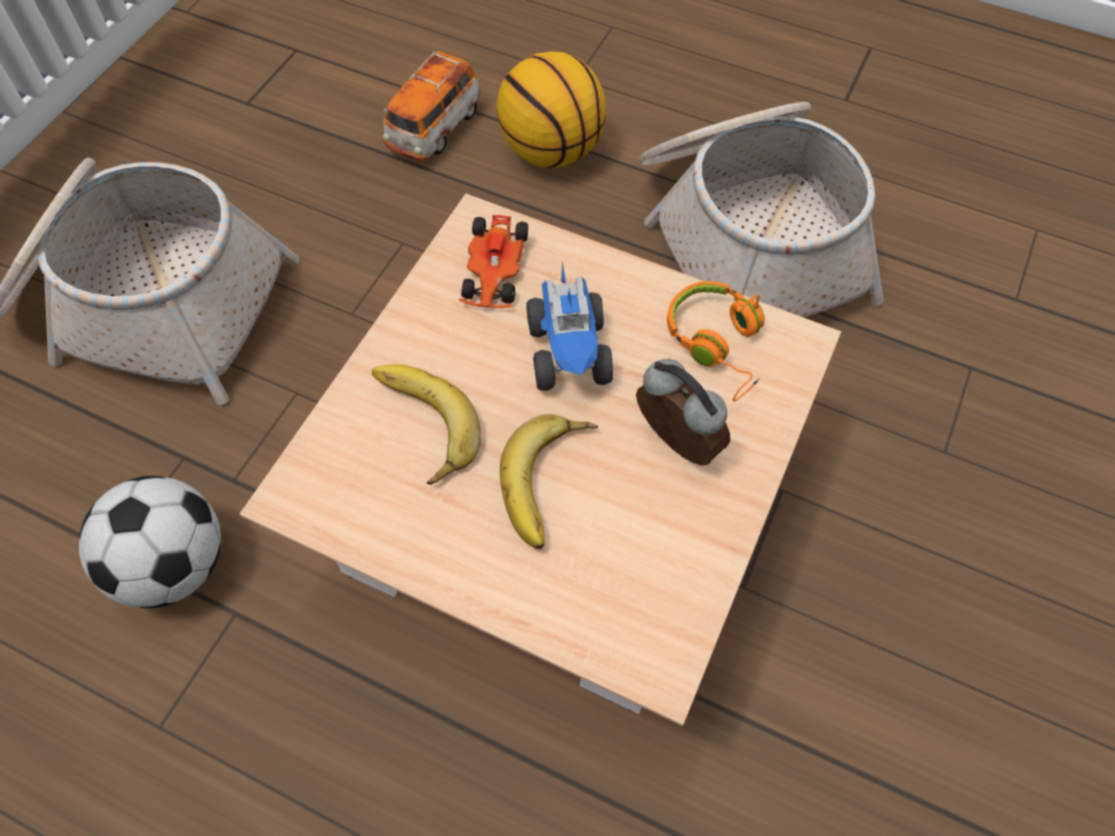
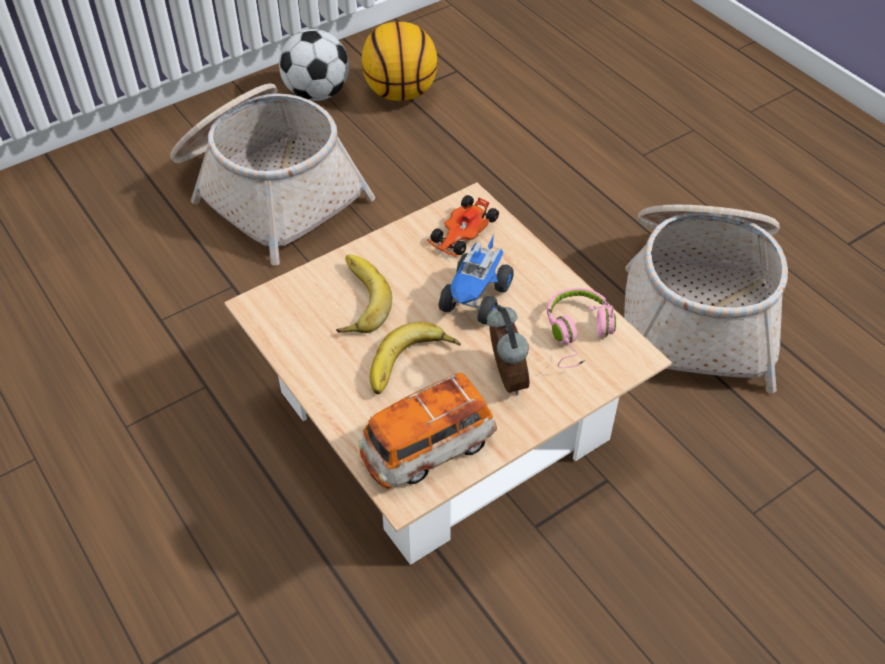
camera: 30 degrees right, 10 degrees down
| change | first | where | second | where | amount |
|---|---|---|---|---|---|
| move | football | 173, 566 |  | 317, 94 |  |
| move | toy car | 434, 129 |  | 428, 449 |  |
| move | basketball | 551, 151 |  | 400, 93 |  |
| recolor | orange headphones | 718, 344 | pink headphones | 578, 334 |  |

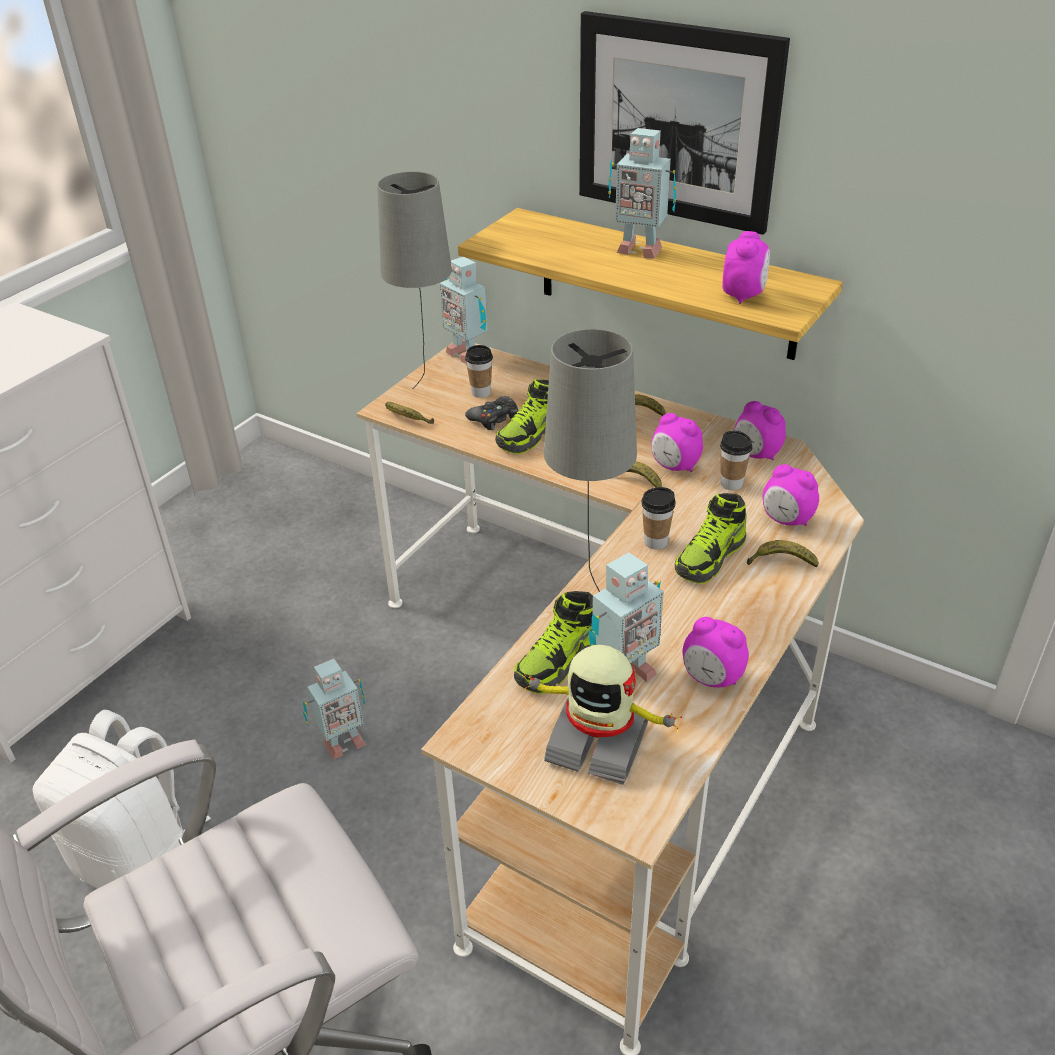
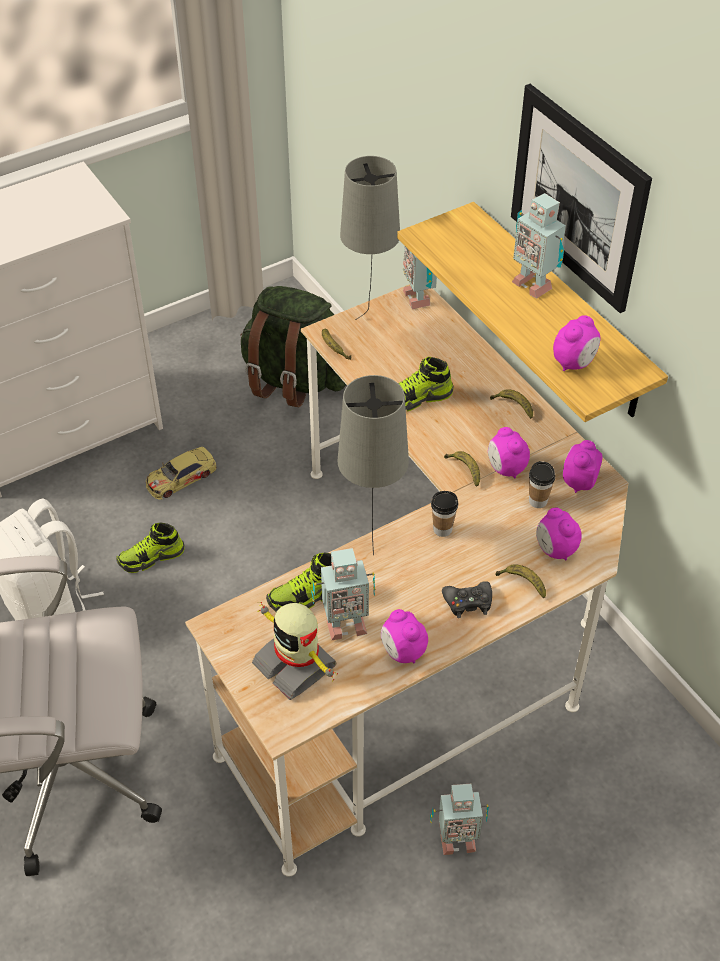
camera: 25 degrees right, 10 degrees up
| change | first | where | second | where | amount |
|---|---|---|---|---|---|
| move | shoe | 710, 558 |  | 151, 558 |  |
| insert |  |  | toy car | 181, 477 |  |
| insert |  |  | green backpack | 295, 380 |  |
| move | toy robot | 342, 743 |  | 456, 840 |  |
| move | black game controller | 494, 419 |  | 468, 602 |  |
| rotate | alarm clock | 756, 454 |  | 578, 482 | 45 degrees clockwise |
| delete | cup | 481, 392 |  |  |  |

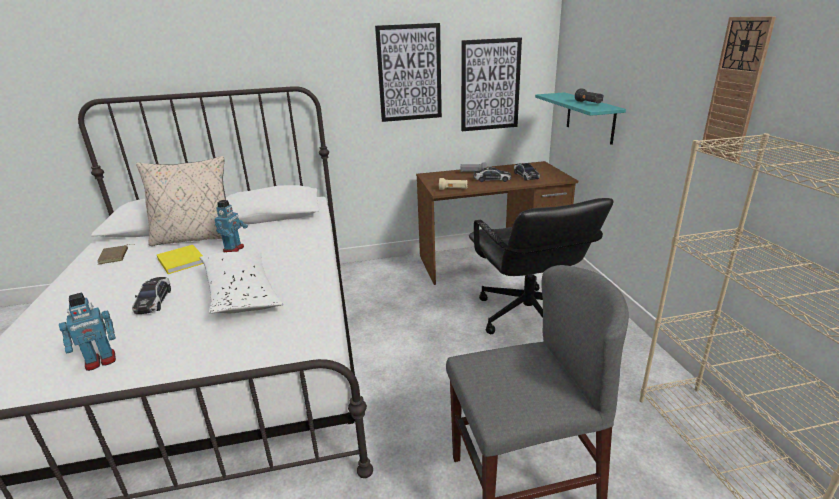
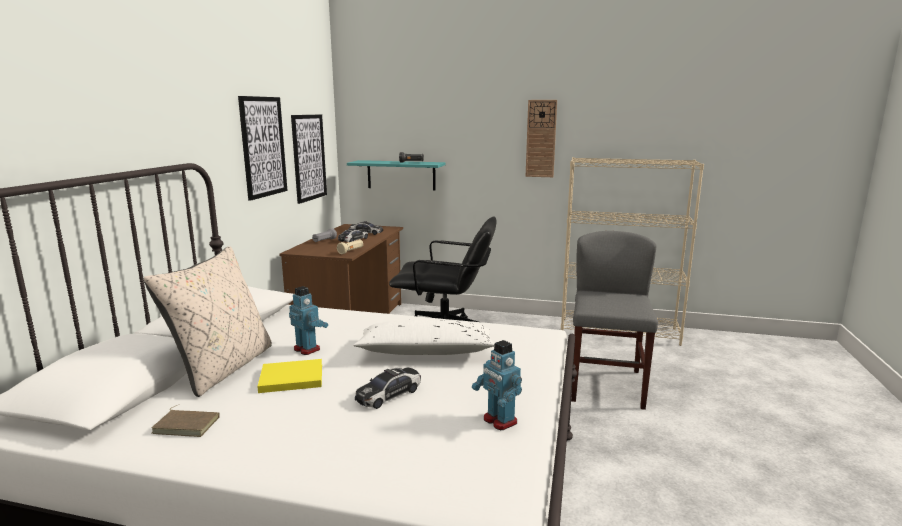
camera: 65 degrees left, 10 degrees down
| change | first | where | second | where | amount |
|---|---|---|---|---|---|
| rotate | toy car | 154, 301 |  | 389, 394 | 120 degrees clockwise |
| rotate | toy robot | 100, 361 |  | 499, 421 | 150 degrees clockwise |

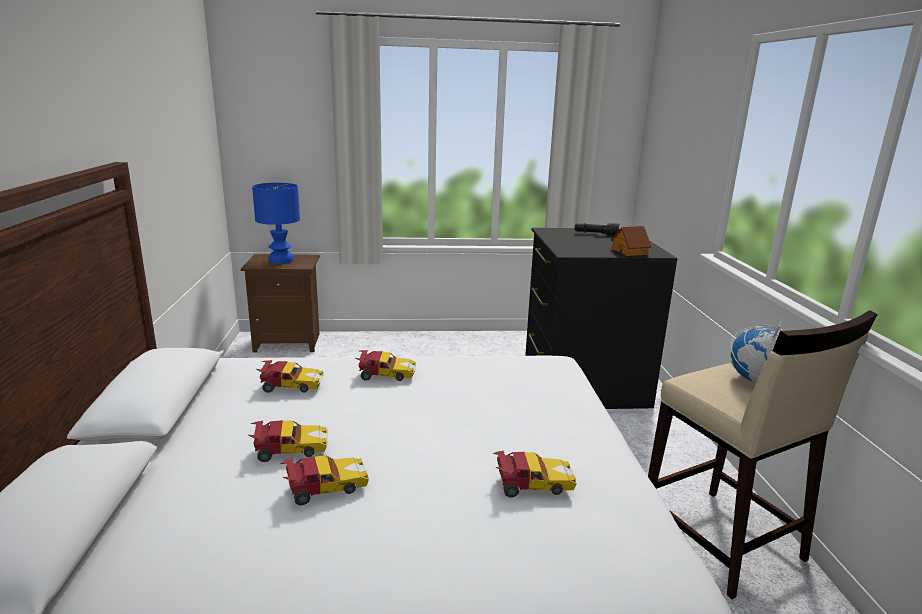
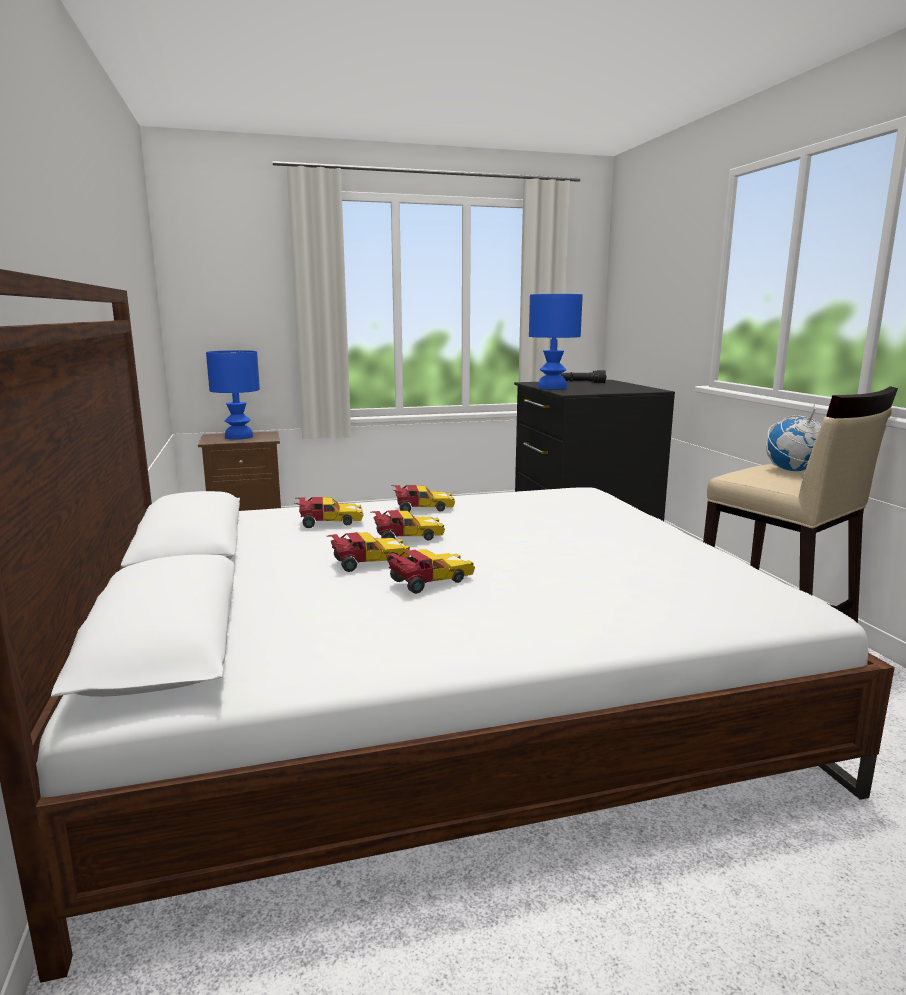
camera: 10 degrees left, 5 degrees down
| change | first | where | second | where | amount |
|---|---|---|---|---|---|
| move | toy car | 531, 484 |  | 406, 537 |  |
| insert |  |  | blue table lamp | 552, 387 |  |
| delete | toy house | 630, 252 |  |  |  |

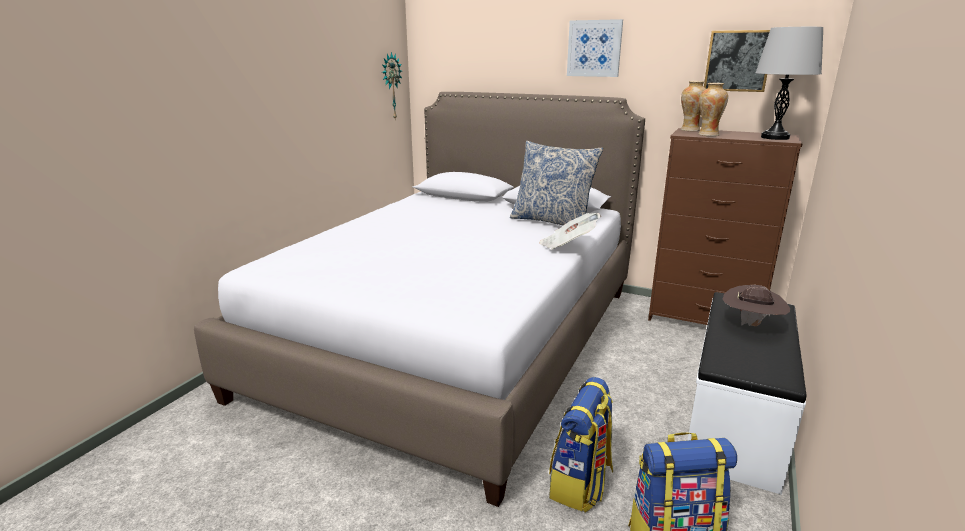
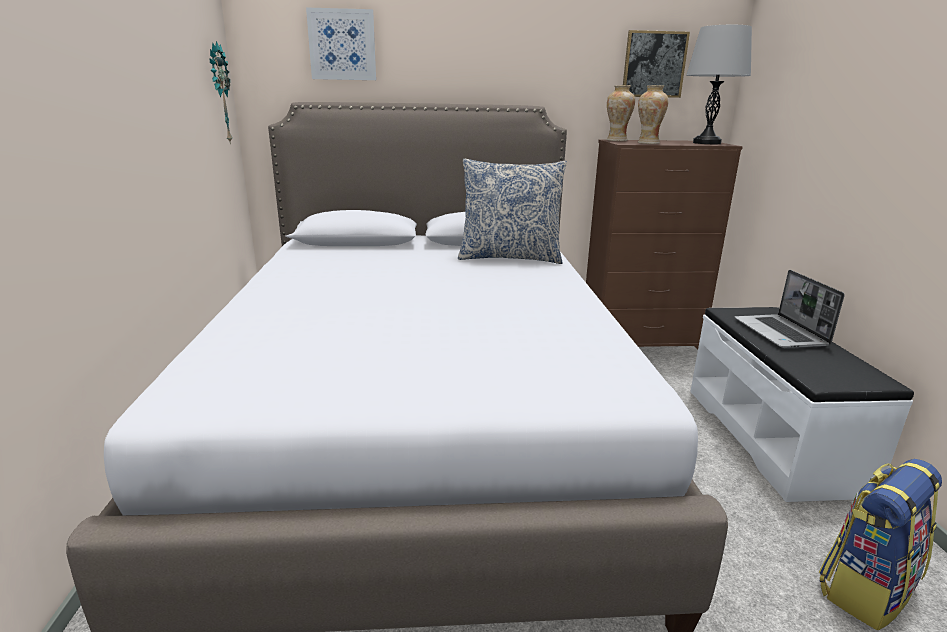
camera: 30 degrees left, 0 degrees up
| change | first | where | second | where | amount |
|---|---|---|---|---|---|
| move | picture | 594, 48 |  | 342, 45 |  |
| replace | brown hat | 751, 324 | laptop | 781, 333 |  |
| delete | newspaper | 567, 245 |  |  |  |
| delete | backpack | 581, 484 |  |  |  |

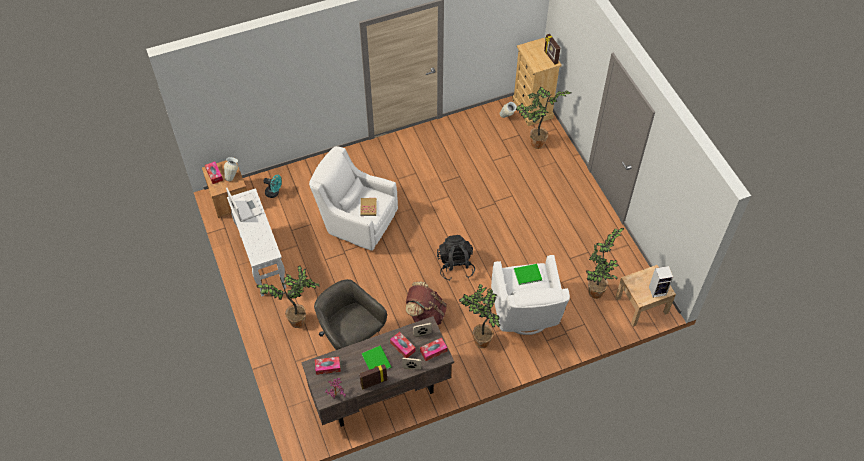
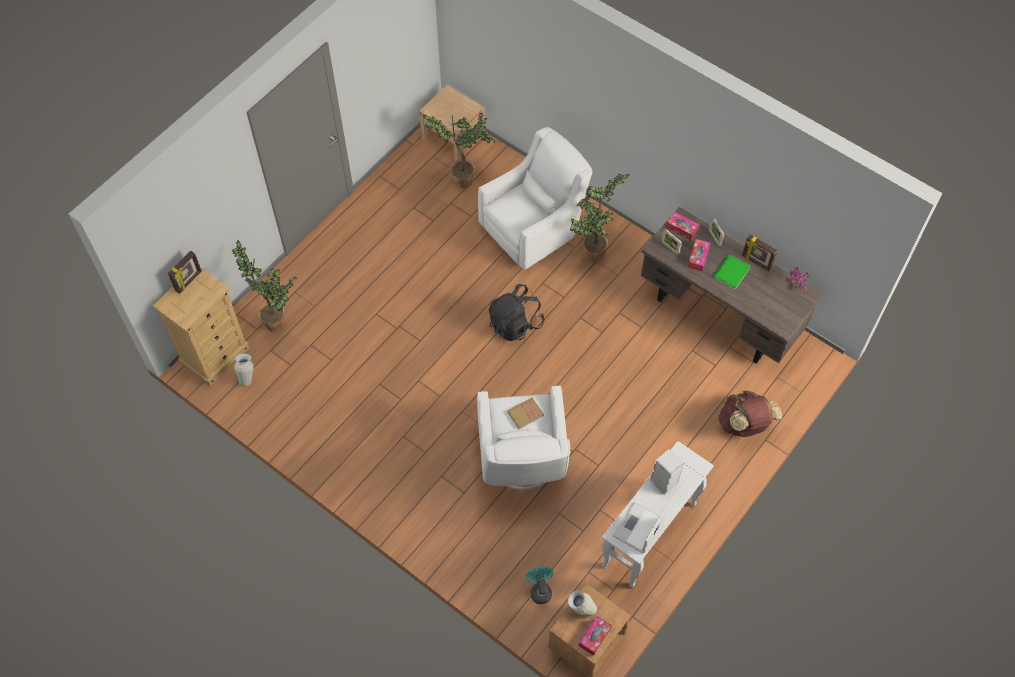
camera: 120 degrees left, 5 degrees up
| change | first | where | second | where | amount |
|---|---|---|---|---|---|
| move | speaker | 658, 290 |  | 662, 481 |  |
| move | brown backpack | 425, 315 |  | 744, 425 |  |
| delete | potted plant | 299, 320 |  |  |  |
| delete | grey office chair | 351, 343 |  |  |  |
| delete | tissue box | 328, 367 |  |  |  |
| delete | green book | 526, 274 |  |  |  |

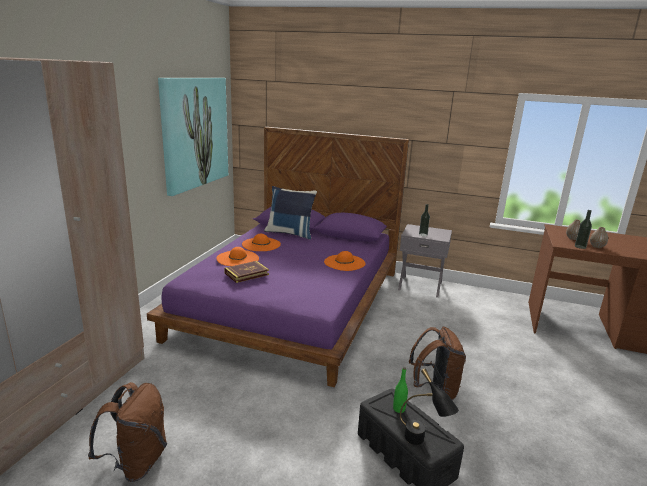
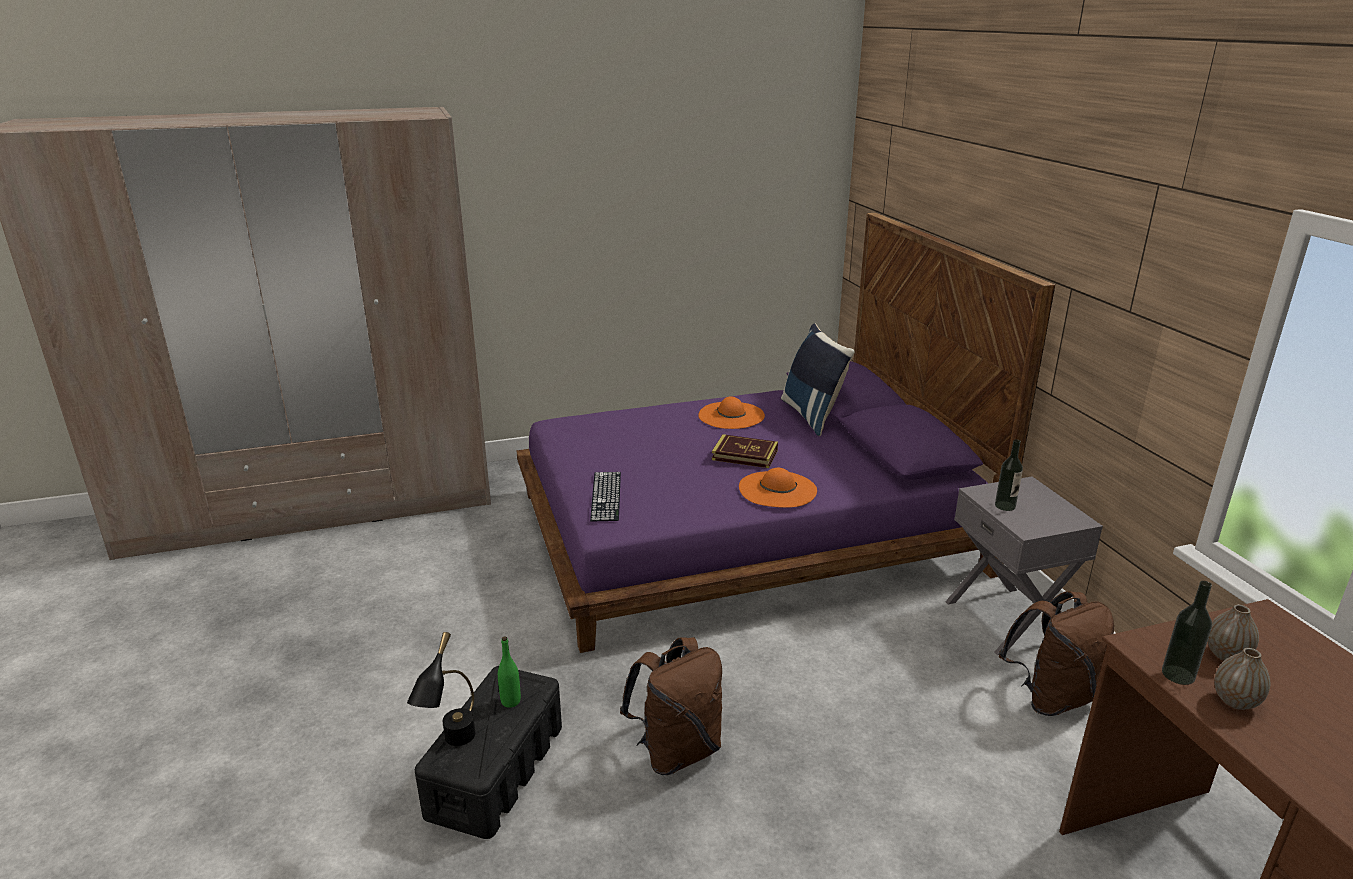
camera: 55 degrees right, 5 degrees up
| change | first | where | second | where | amount |
|---|---|---|---|---|---|
| insert |  |  | keyboard | 606, 496 |  |
| move | book | 246, 274 |  | 744, 455 |  |
| move | brown backpack | 136, 462 |  | 1051, 697 |  |
| delete | picture | 194, 133 |  |  |  |
| delete | orange hat | 237, 258 |  |  |  |

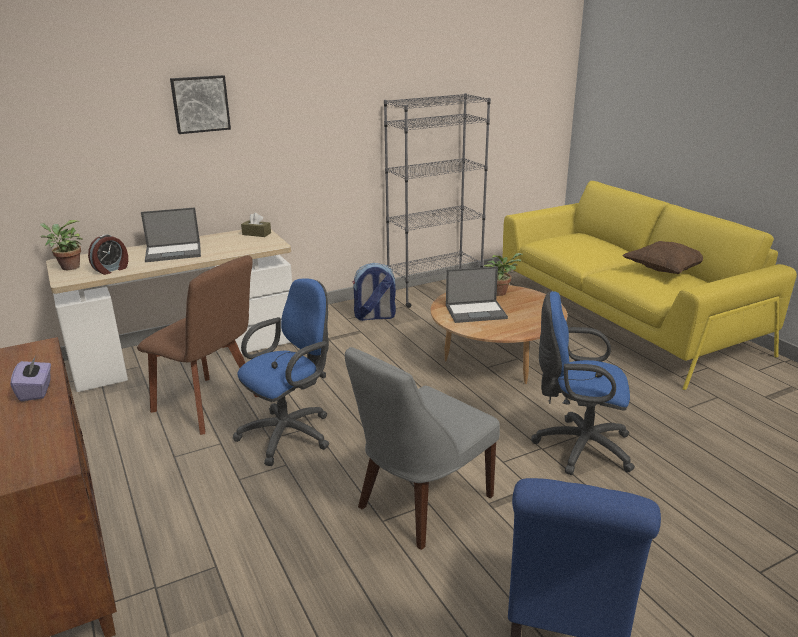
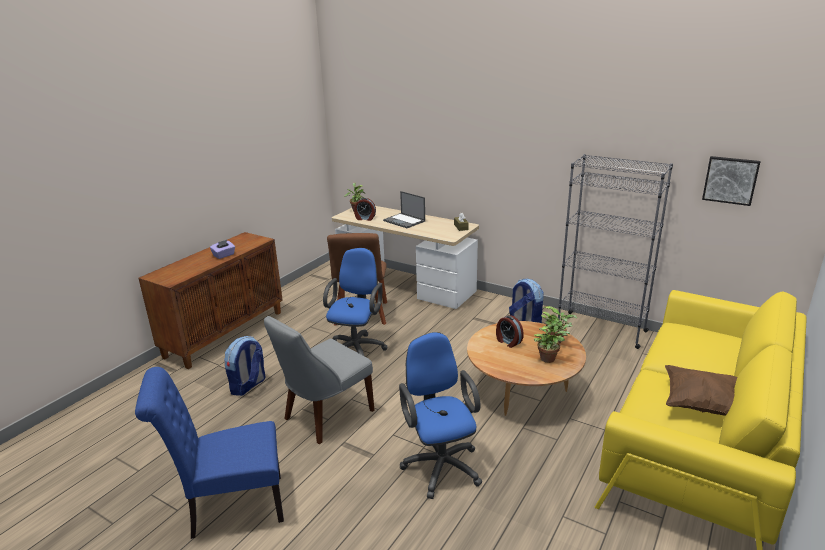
camera: 60 degrees right, 0 degrees up
| change | first | where | second | where | amount |
|---|---|---|---|---|---|
| insert |  |  | backpack | 248, 386 |  |
| rotate | grey chair | 420, 504 |  | 325, 416 | 60 degrees counterclockwise |
| rotate | blue office chair | 291, 433 |  | 357, 349 | 90 degrees counterclockwise |
| replace | laptop | 476, 312 | alarm clock | 508, 342 |  |
| insert |  |  | potted plant | 549, 358 |  |
| move | picture | 200, 104 |  | 730, 180 |  |

